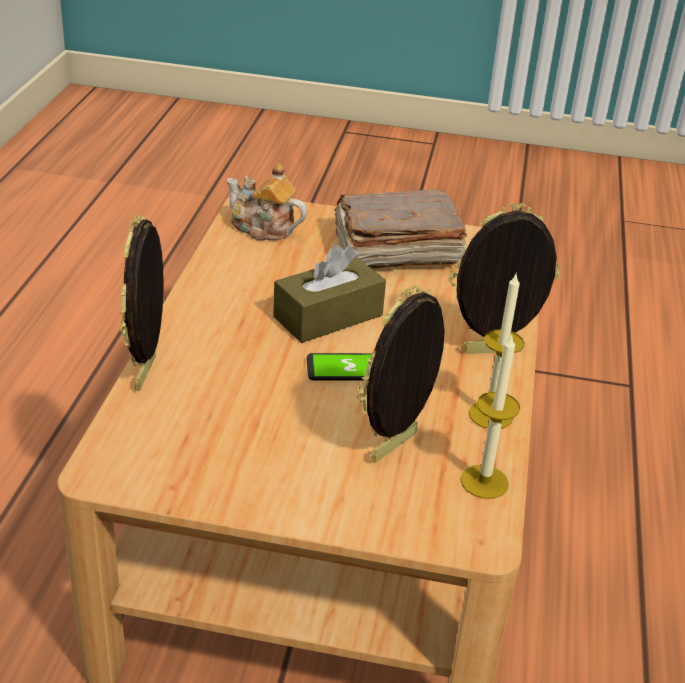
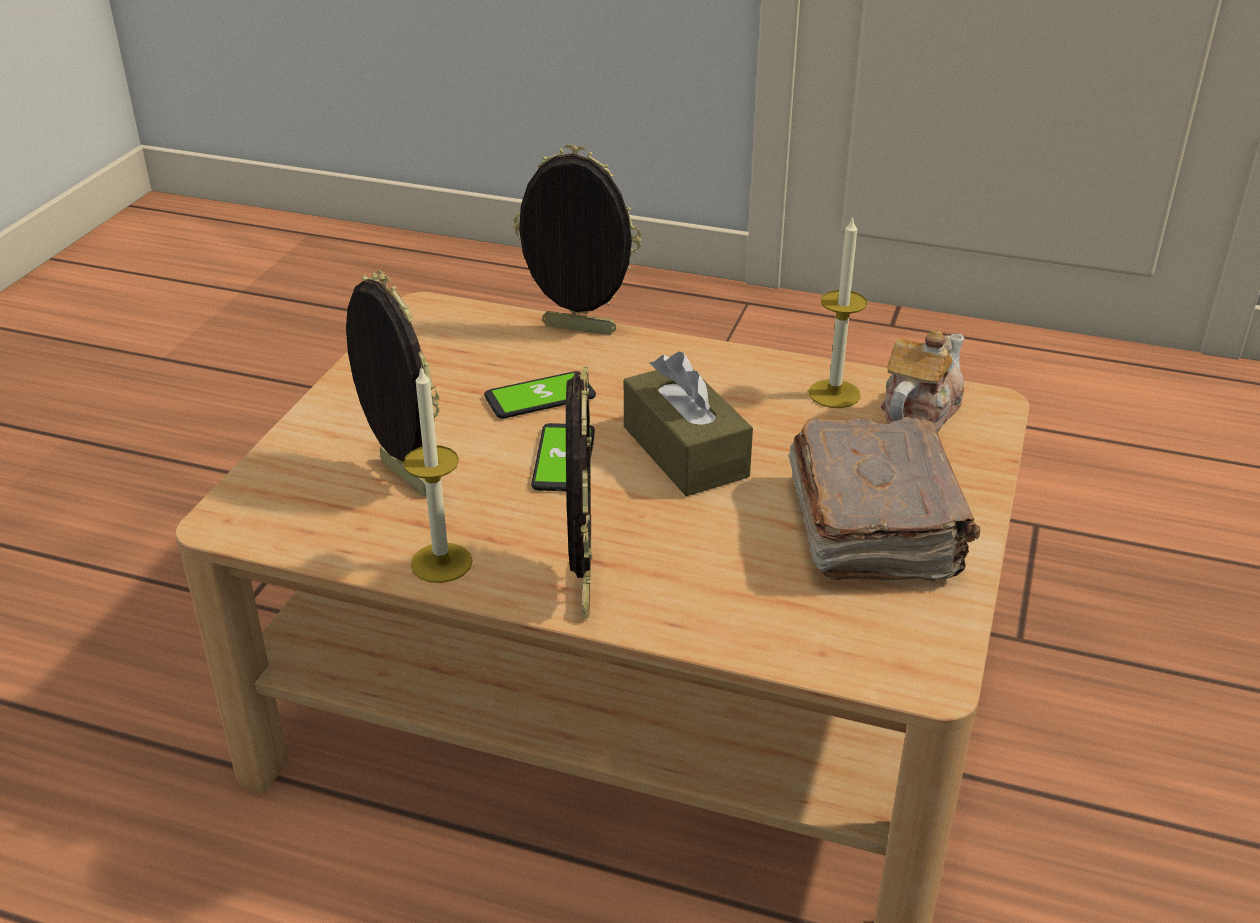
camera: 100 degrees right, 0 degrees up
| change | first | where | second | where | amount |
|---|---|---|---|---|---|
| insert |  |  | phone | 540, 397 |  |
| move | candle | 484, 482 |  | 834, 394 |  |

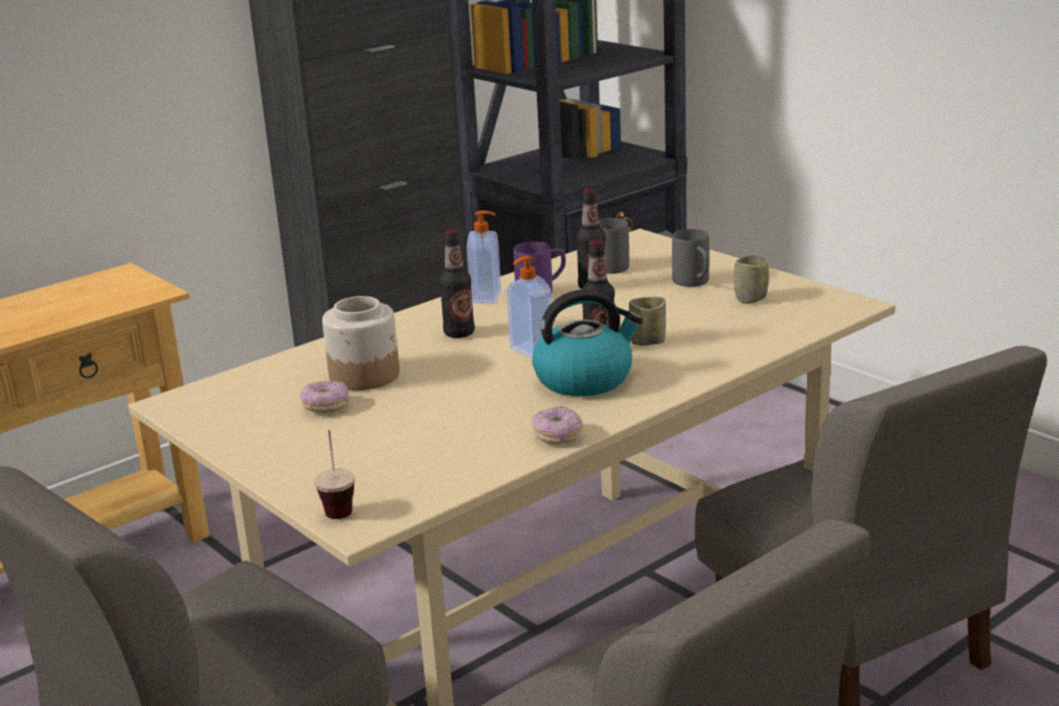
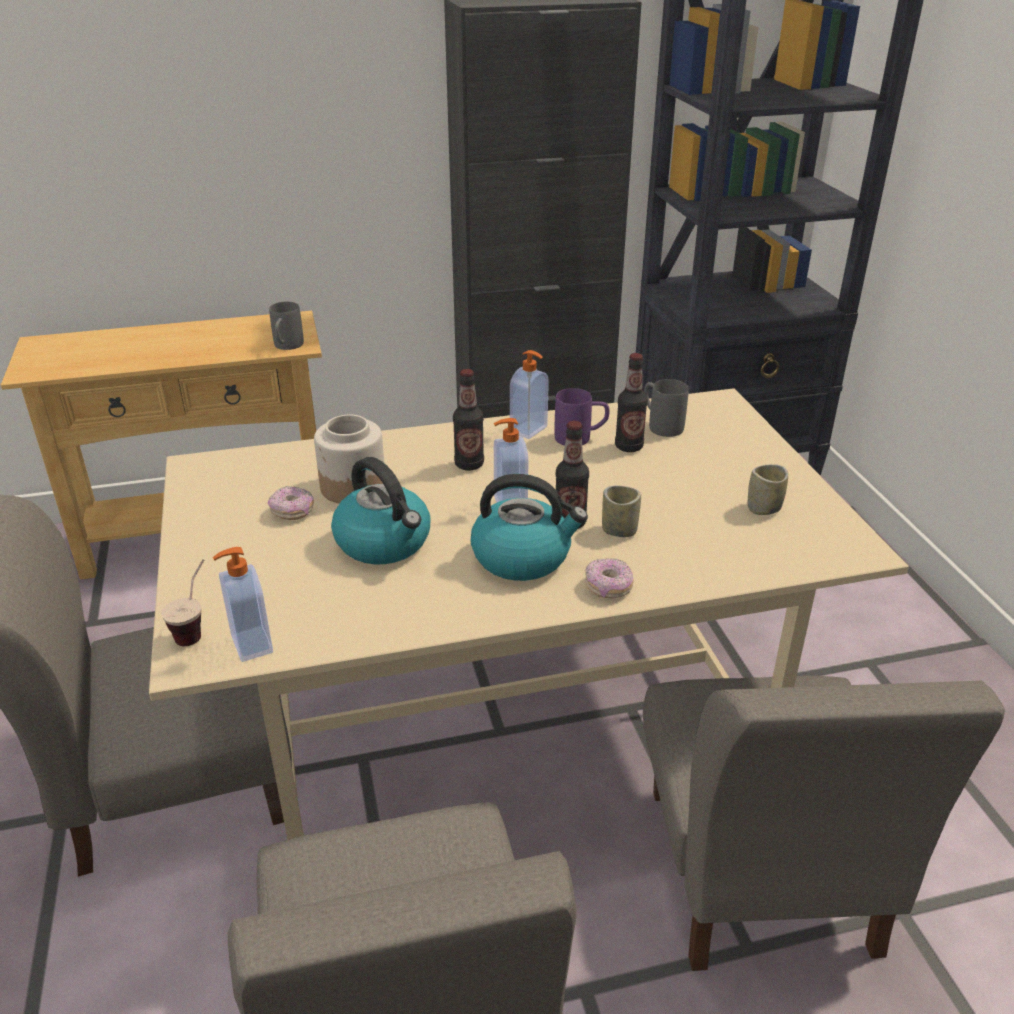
camera: 25 degrees right, 10 degrees up
| change | first | where | second | where | amount |
|---|---|---|---|---|---|
| insert |  |  | soap dispenser | 250, 645 |  |
| move | grey mug | 694, 283 |  | 286, 347 |  |
| insert |  |  | kettle | 384, 543 |  |
| move | donut | 558, 436 |  | 608, 587 |  |

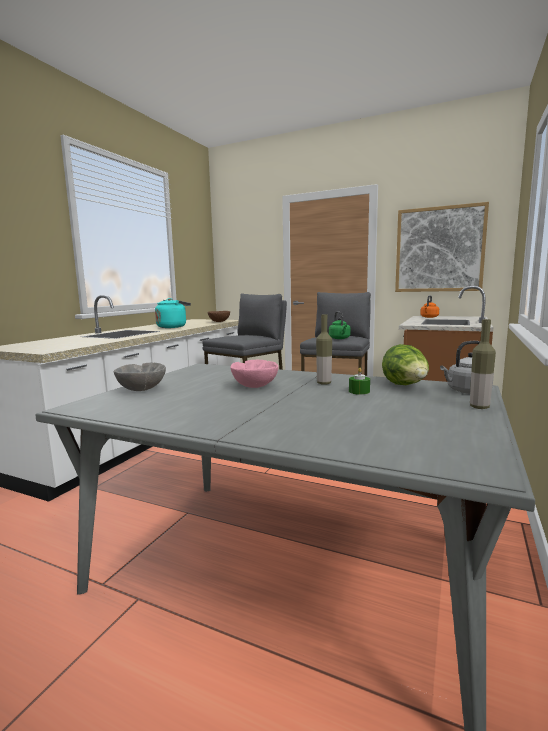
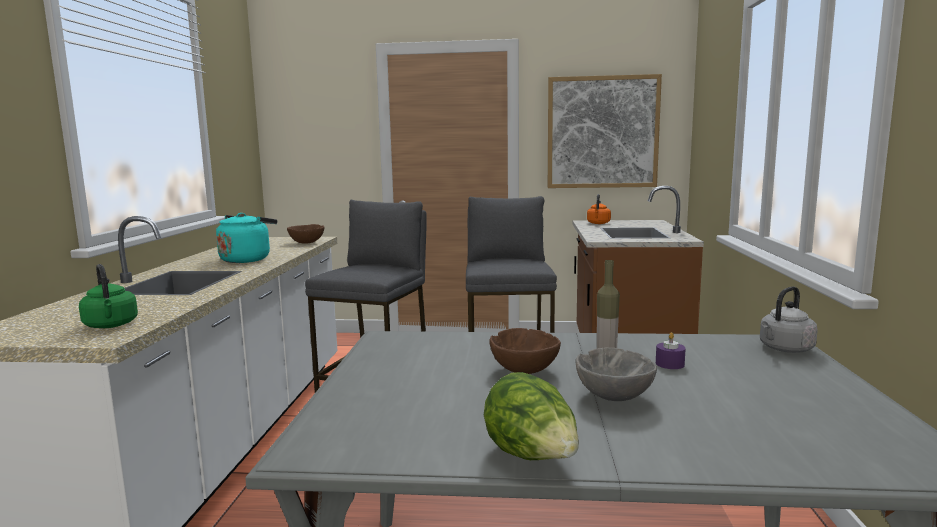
camera: 20 degrees left, 0 degrees up
| change | first | where | second | where | amount |
|---|---|---|---|---|---|
| move | green kettle | 340, 338 |  | 111, 325 |  |
| move | lettuce | 405, 386 |  | 532, 457 |  |
| recolor | pink bowl | 254, 386 | brown bowl | 523, 370 |  |
| move | grey bowl | 141, 389 |  | 613, 396 |  |
| recolor | green candle | 359, 391 | purple candle | 669, 364 |  |
| delete | bottle | 479, 407 |  |  |  |

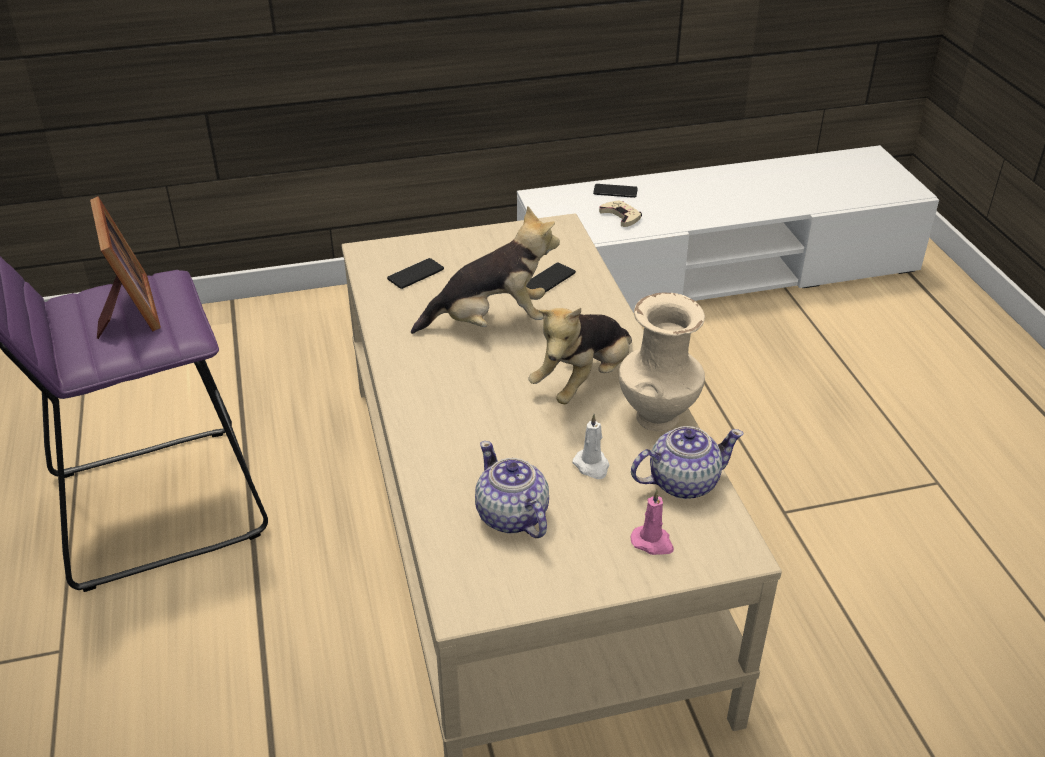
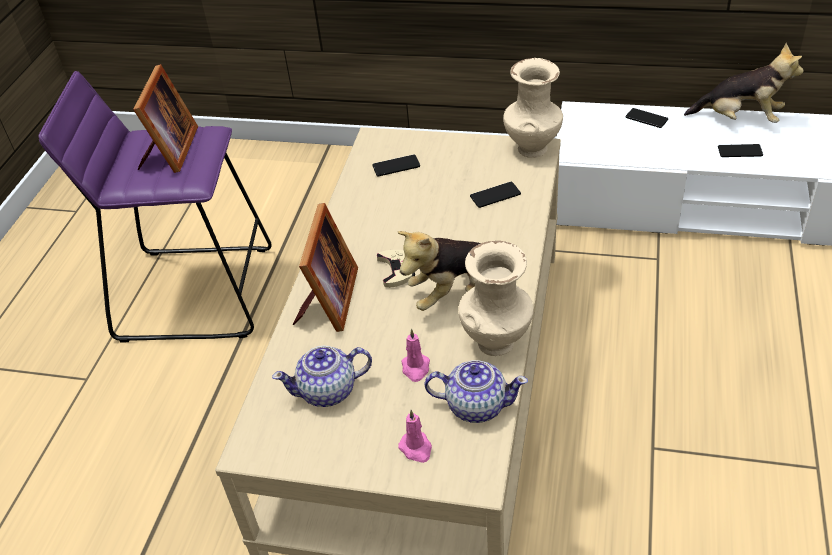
camera: 30 degrees right, 5 degrees up
| change | first | where | second | where | amount |
|---|---|---|---|---|---|
| rotate | teapot | 511, 517 |  | 328, 391 | 105 degrees counterclockwise |
| insert |  |  | picture frame | 328, 301 |  |
| move | beige game controller | 621, 216 |  | 396, 271 |  |
| recolor | white candle | 592, 466 | pink candle | 415, 368 |  |
| insert |  |  | beige vase | 532, 148 |  |
| move | plush toy | 491, 322 |  | 740, 119 |  |
| insert |  |  | phone | 740, 151 |  |

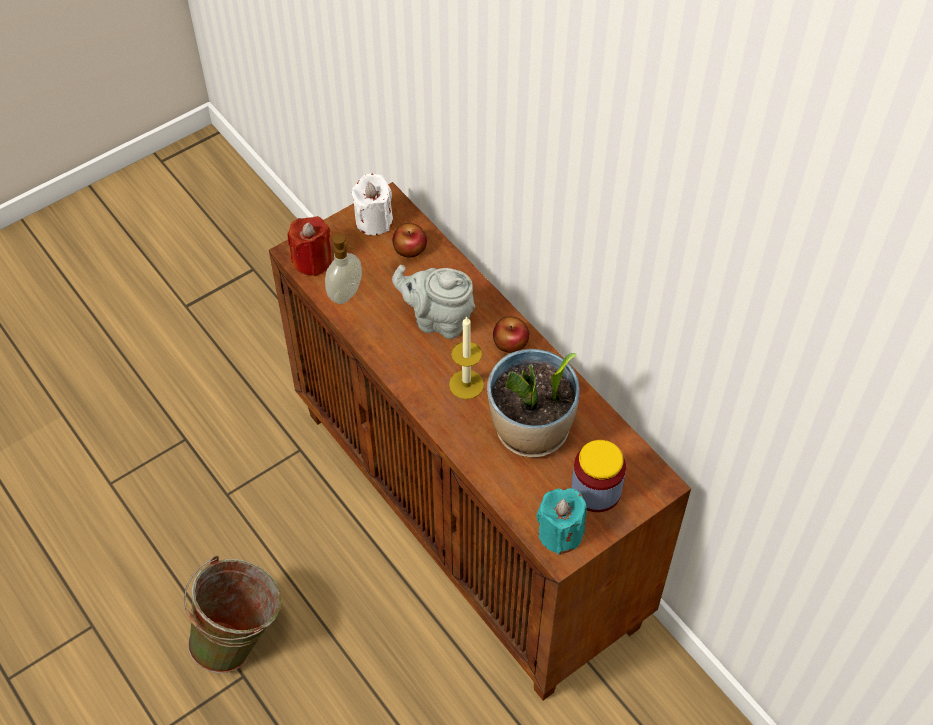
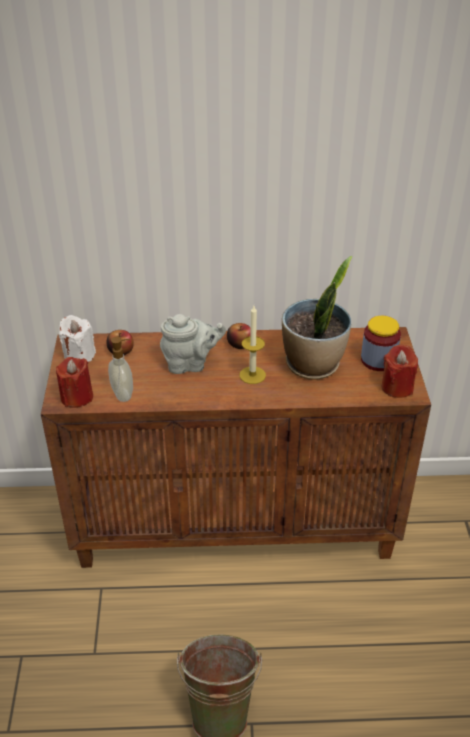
camera: 55 degrees left, 15 degrees down
| change | first | where | second | where | amount |
|---|---|---|---|---|---|
| rotate | grey teapot | 438, 320 |  | 190, 364 | 150 degrees counterclockwise |
| recolor | turquoise candle | 560, 533 | red candle | 397, 387 |  |

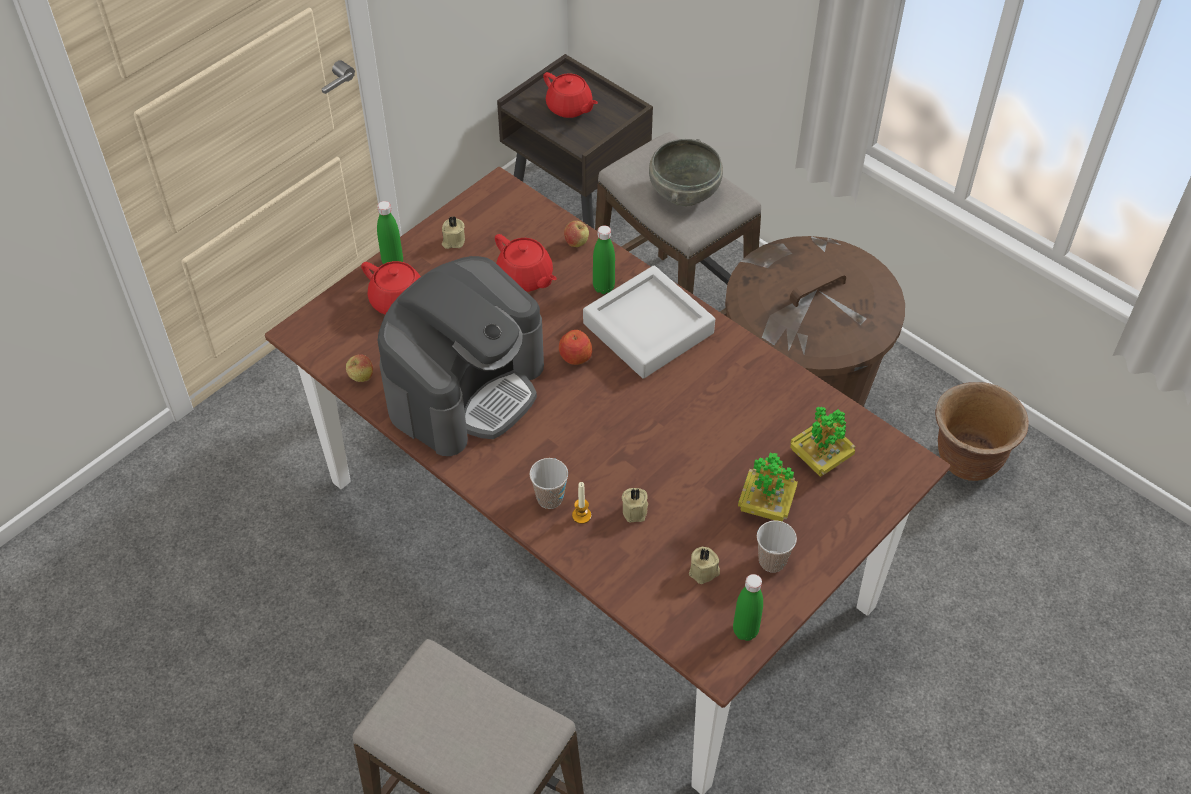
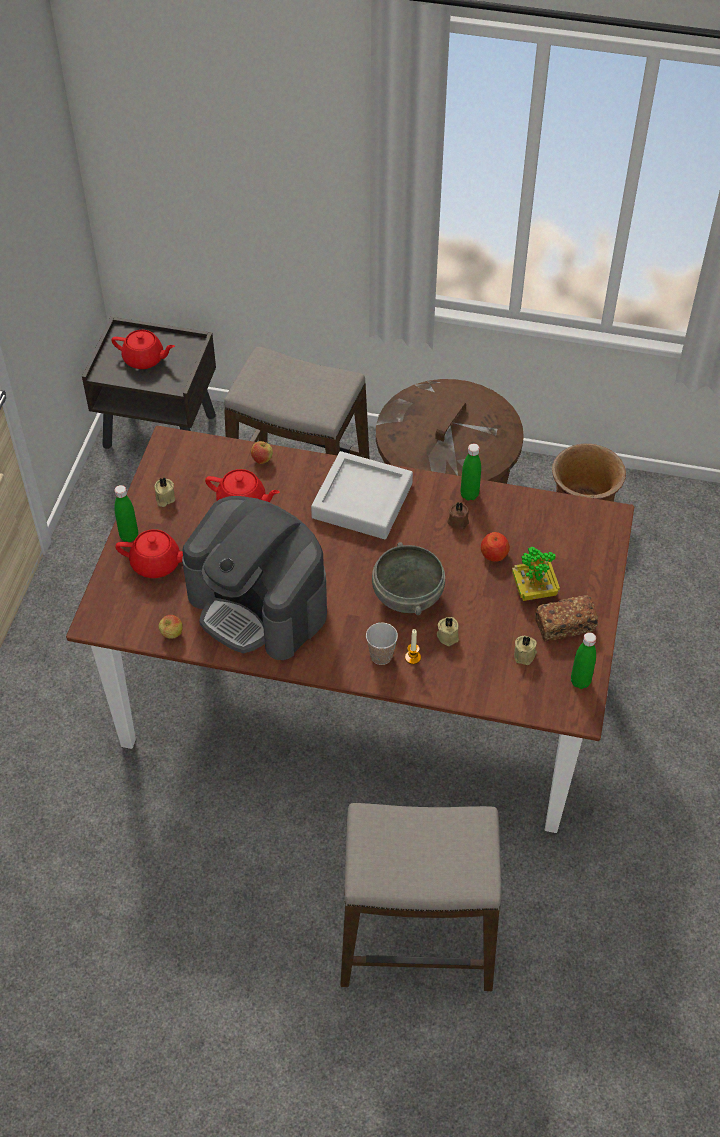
camera: 30 degrees left, 0 degrees up
| change | first | where | second | where | amount |
|---|---|---|---|---|---|
| rotate | coffee machine | 466, 388 |  | 259, 605 | 120 degrees clockwise |
| move | grey bowl | 683, 192 |  | 406, 596 |  |
| insert |  |  | brown candle | 458, 521 |  |
| move | green bottle | 603, 287 |  | 469, 495 |  |
| move | apple | 575, 356 |  | 494, 554 |  |
| replace | cup | 772, 561 | bread | 565, 626 |  |
| delete | potted plant | 820, 459 |  |  |  |

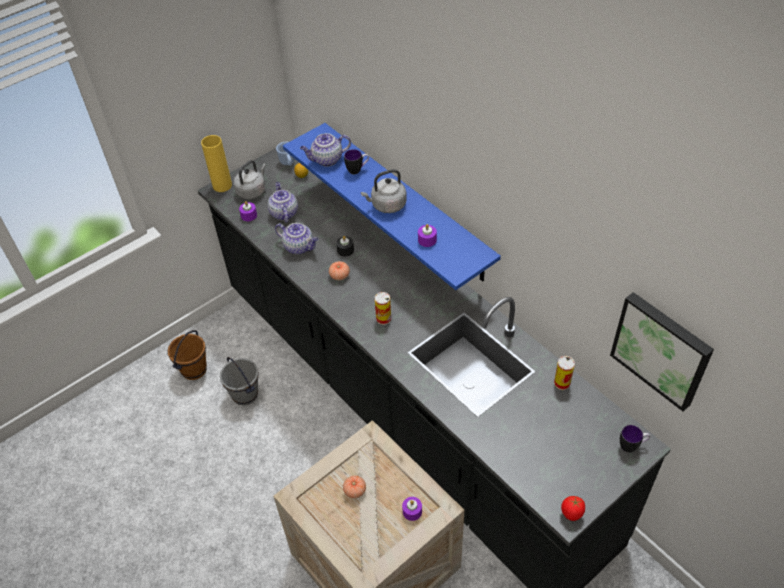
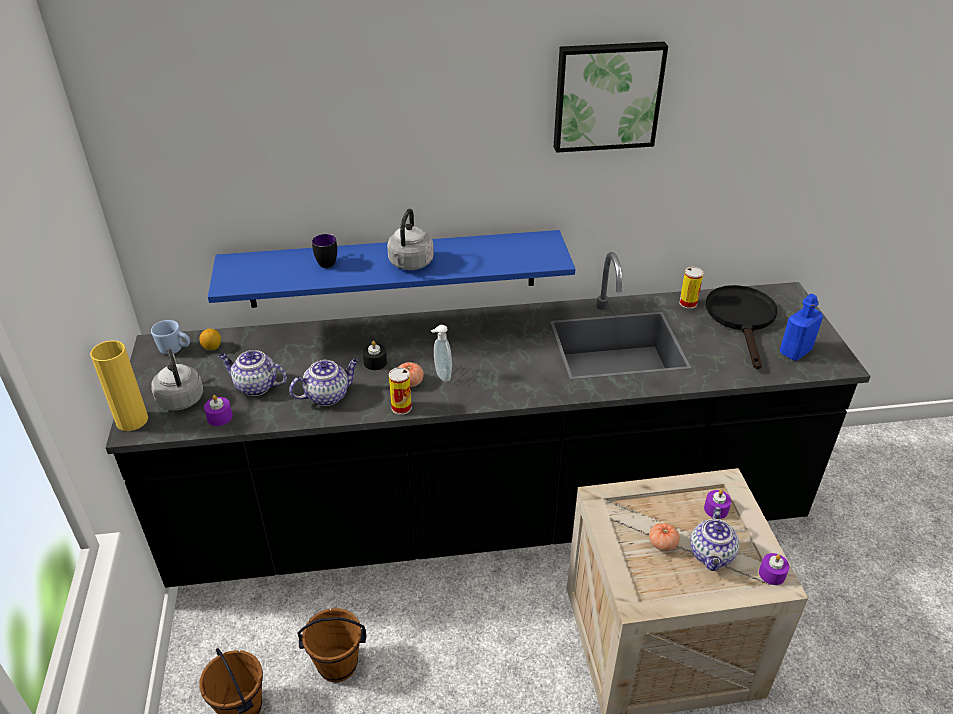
camera: 60 degrees left, 10 degrees down
| change | first | where | second | where | amount |
|---|---|---|---|---|---|
| recolor | grey bucket | 244, 395 | brown bucket | 337, 666 |  |
| move | can | 383, 319 |  | 401, 407 |  |
| insert |  |  | soap dispenser | 441, 375 |  |
| move | picture | 662, 349 |  | 607, 95 |  |
| move | teapot | 327, 160 |  | 712, 555 |  |
| insert |  |  | black frying pan | 742, 319 |  |
| move | purple candle | 427, 240 |  | 772, 574 |  |
| insert |  |  | blue bottle | 795, 351 |  |
| delete | tomato | 571, 514 |  |  |  |
| delete | mug | 632, 446 |  |  |  |

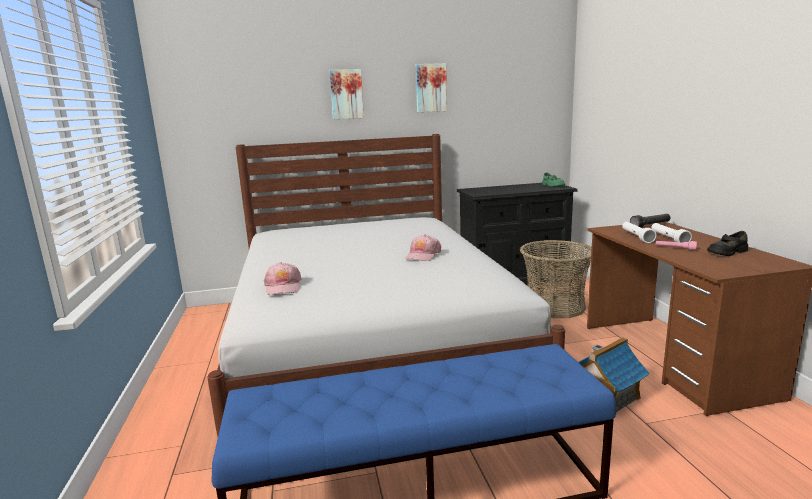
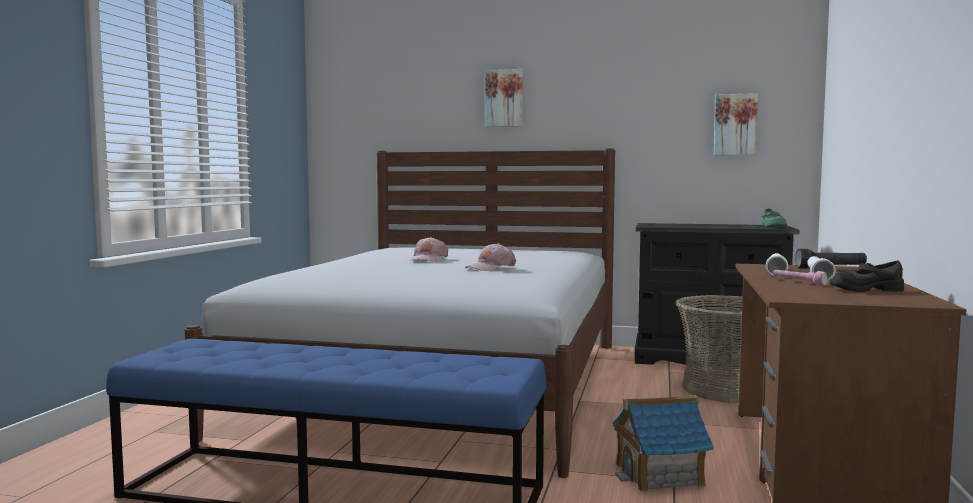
camera: 25 degrees right, 10 degrees down
| change | first | where | second | where | amount |
|---|---|---|---|---|---|
| move | pink cap | 283, 287 |  | 428, 259 |  |
| move | picture | 430, 88 |  | 735, 124 |  |

